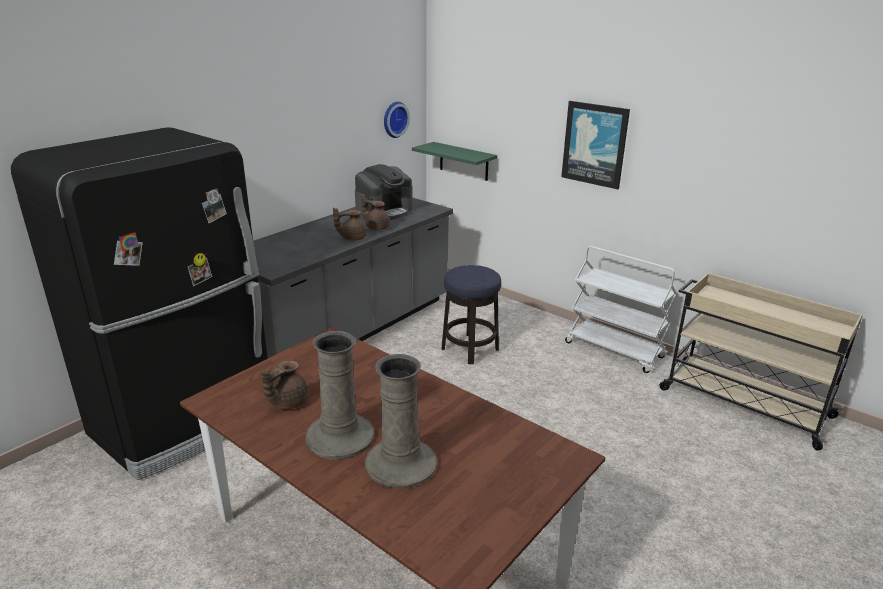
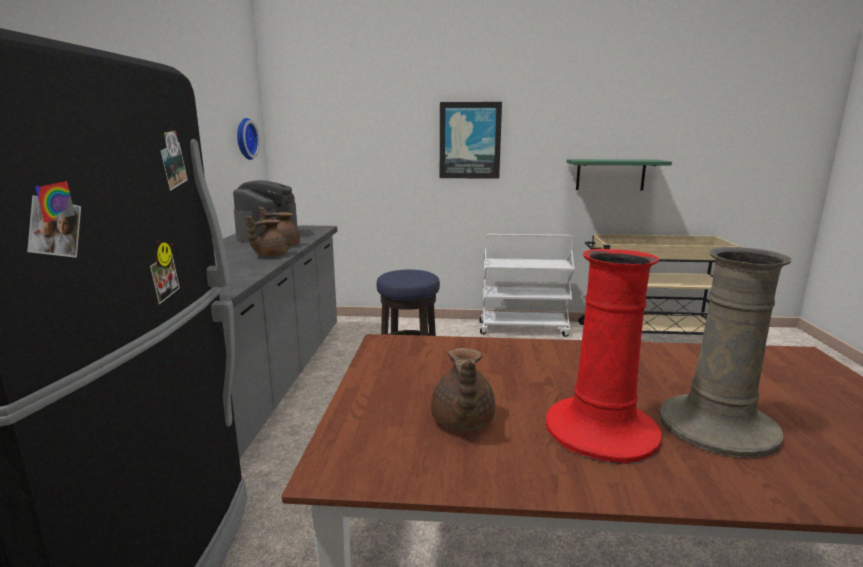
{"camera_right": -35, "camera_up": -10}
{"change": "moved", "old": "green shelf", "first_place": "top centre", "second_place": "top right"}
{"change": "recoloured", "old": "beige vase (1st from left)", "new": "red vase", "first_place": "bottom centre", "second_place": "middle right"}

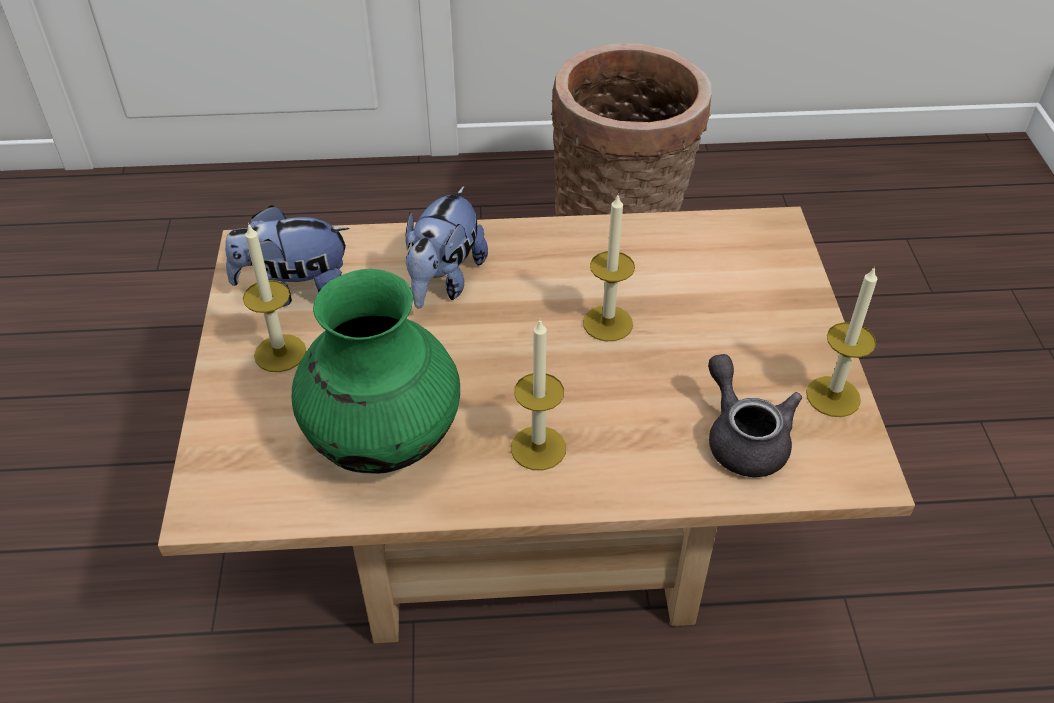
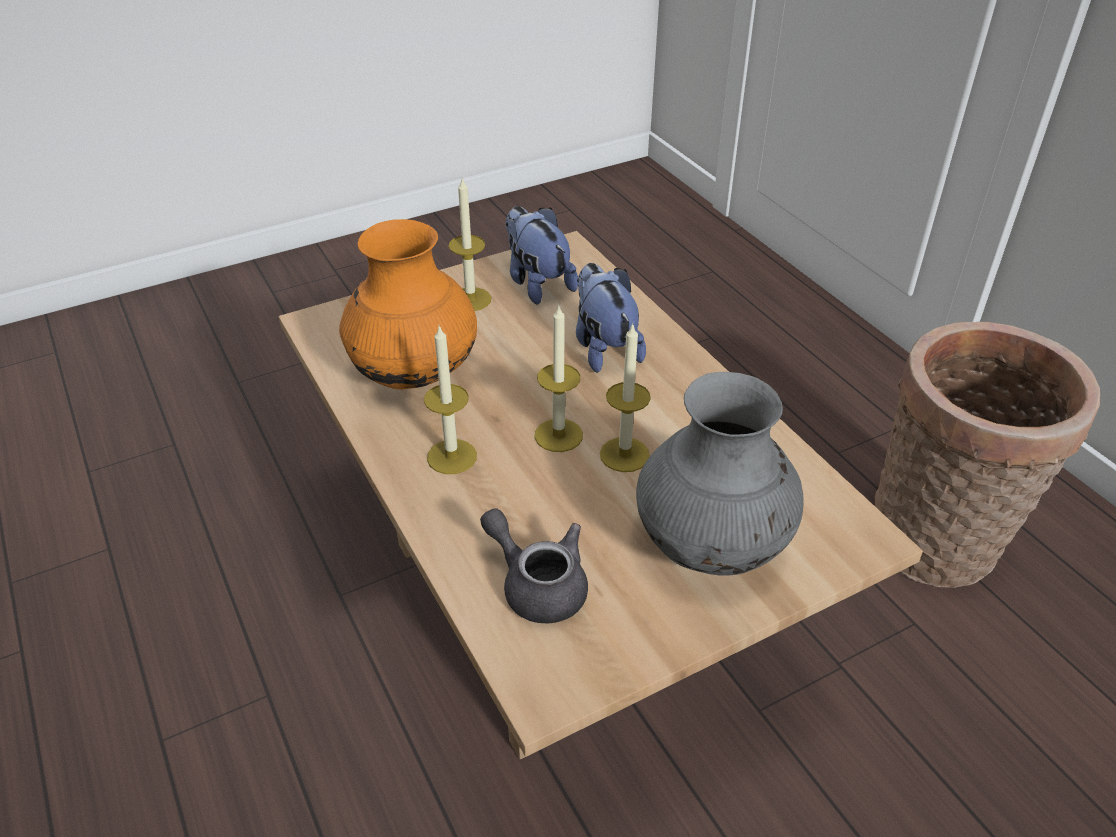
{"camera_right": 65, "camera_up": -5}
{"change": "turned", "old": "plush toy (2nd from left)", "first_place": "centre", "second_place": "centre", "degrees": 75}
{"change": "moved", "old": "candle (4th from left in the first image)", "new": "candle (3rd from left)", "first_place": "middle right", "second_place": "centre"}
{"change": "recoloured", "old": "green vase", "new": "orange vase", "first_place": "centre", "second_place": "centre"}
{"change": "turned", "old": "grey teapot", "first_place": "middle right", "second_place": "bottom centre", "degrees": -90}
{"change": "added", "new": "grey vase", "second_place": "centre"}

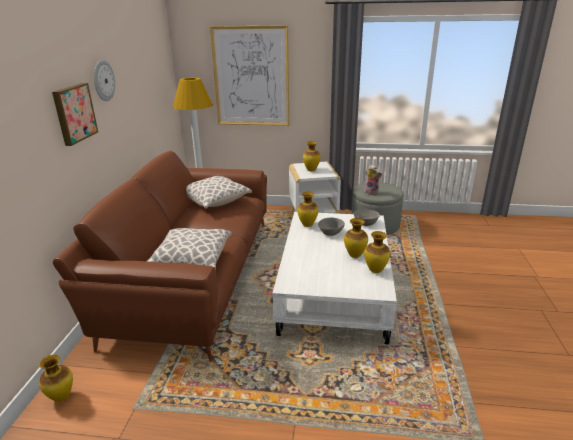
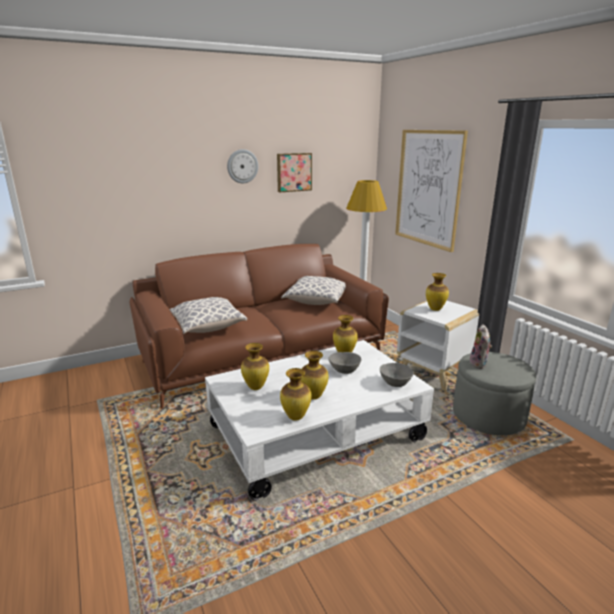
{"camera_right": 55, "camera_up": -5}
{"change": "moved", "old": "picture (1st from left)", "first_place": "top left", "second_place": "top centre"}
{"change": "moved", "old": "vase (1st from left)", "first_place": "bottom left", "second_place": "centre"}

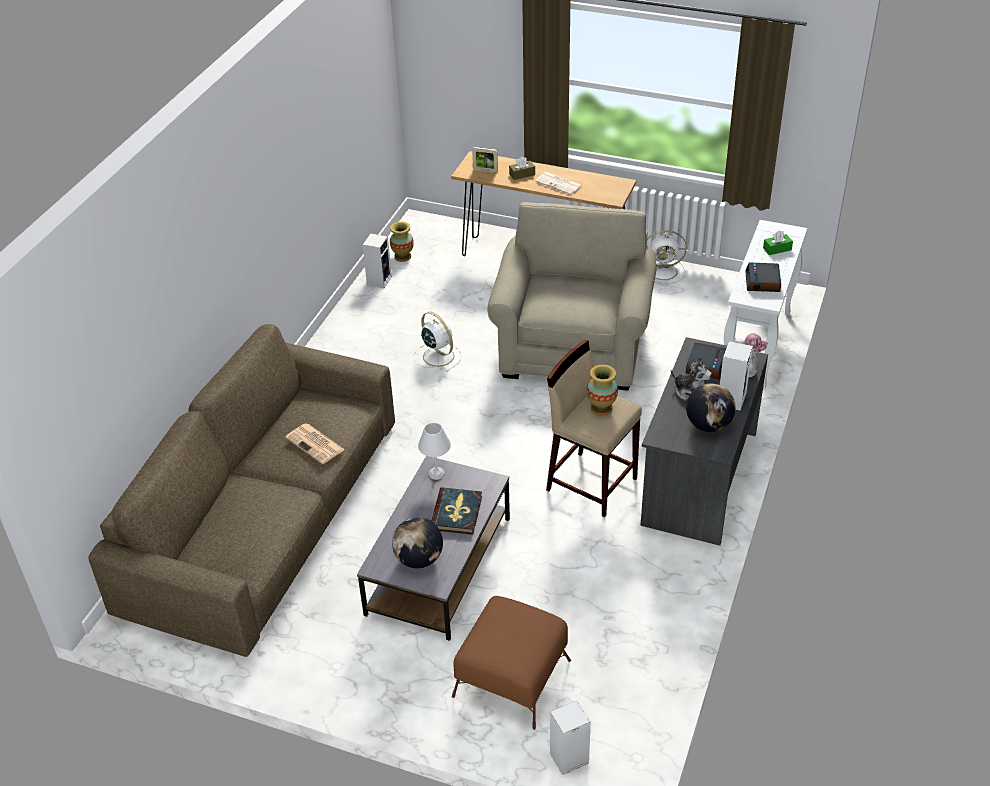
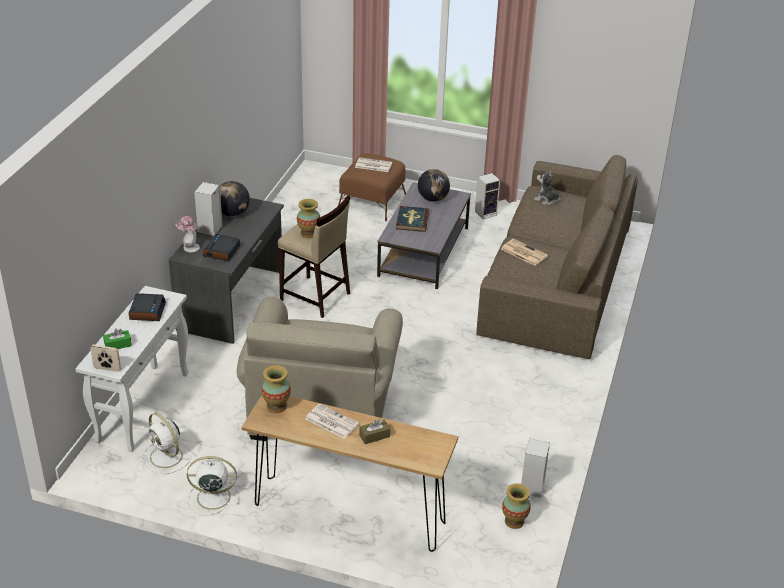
{"camera_right": 175, "camera_up": -5}
{"change": "moved", "old": "picture frame", "first_place": "top centre", "second_place": "middle left"}
{"change": "moved", "old": "white fan (1st from left)", "first_place": "centre", "second_place": "bottom left"}
{"change": "moved", "old": "plush toy", "first_place": "middle right", "second_place": "top right"}
{"change": "removed", "old": "white table lamp", "first_place": "centre"}
{"change": "moved", "old": "speaker (2nd from left)", "first_place": "bottom centre", "second_place": "centre"}
{"change": "added", "new": "newspaper (2nd from left)", "second_place": "top centre"}
{"change": "added", "new": "vase (1st from left)", "second_place": "centre"}

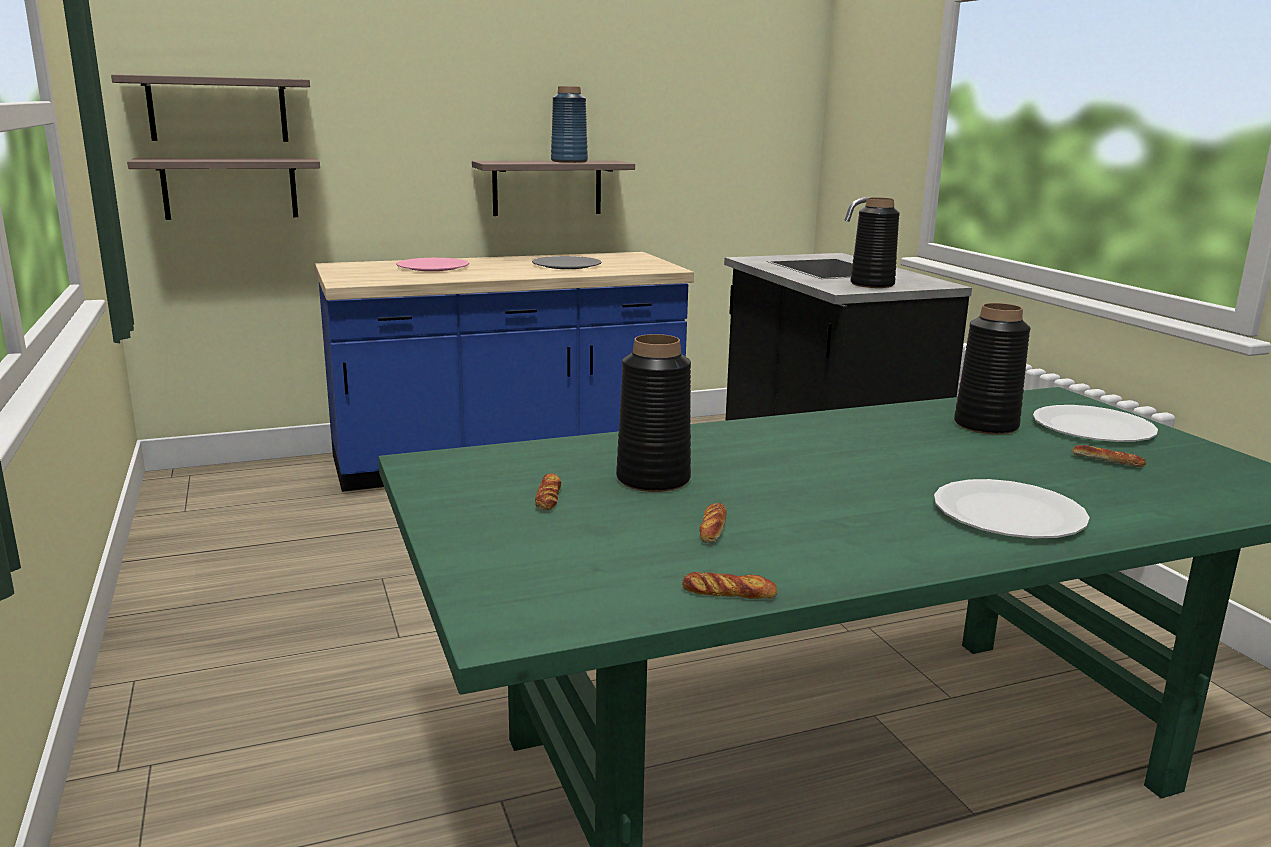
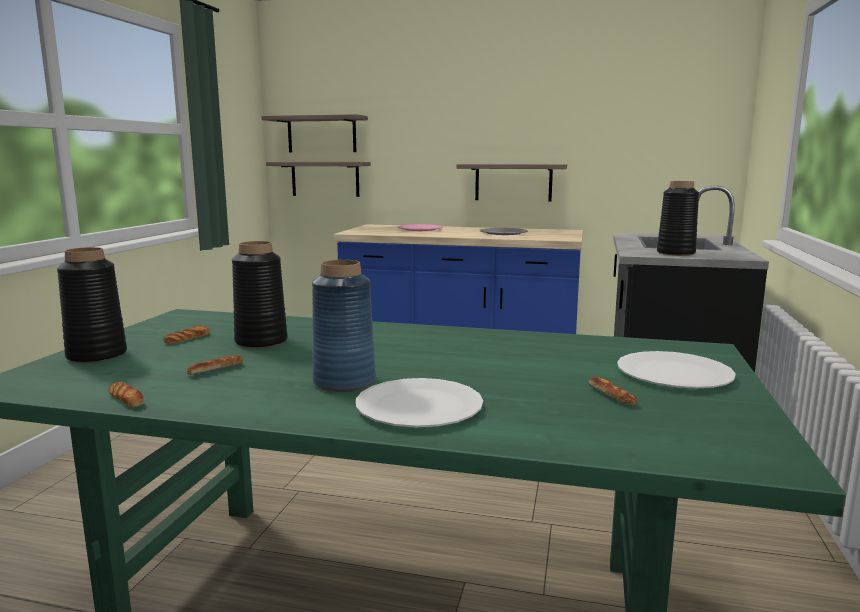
{"camera_right": 35, "camera_up": -5}
{"change": "moved", "old": "blue vase", "first_place": "top centre", "second_place": "centre"}
{"change": "moved", "old": "black vase (3rd from left in the first image)", "new": "black vase (1st from left)", "first_place": "middle right", "second_place": "middle left"}

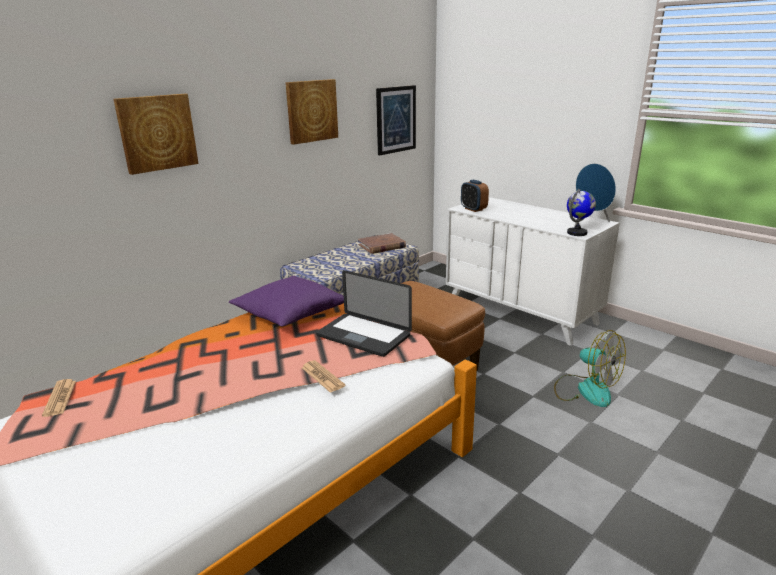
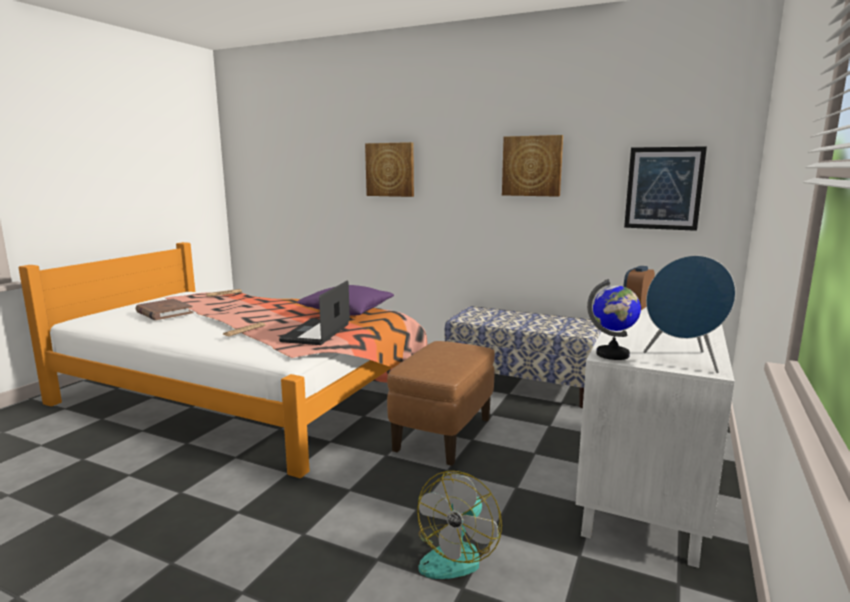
{"camera_right": 70, "camera_up": -10}
{"change": "moved", "old": "brown book", "first_place": "centre", "second_place": "middle left"}

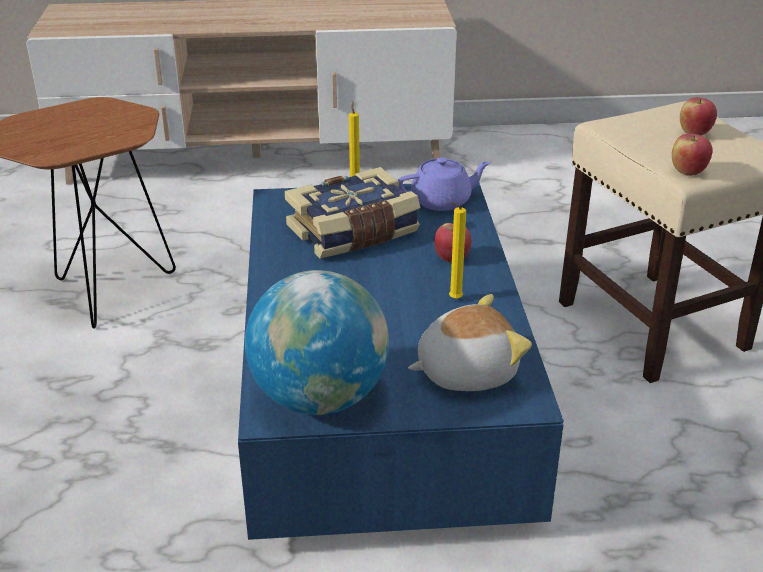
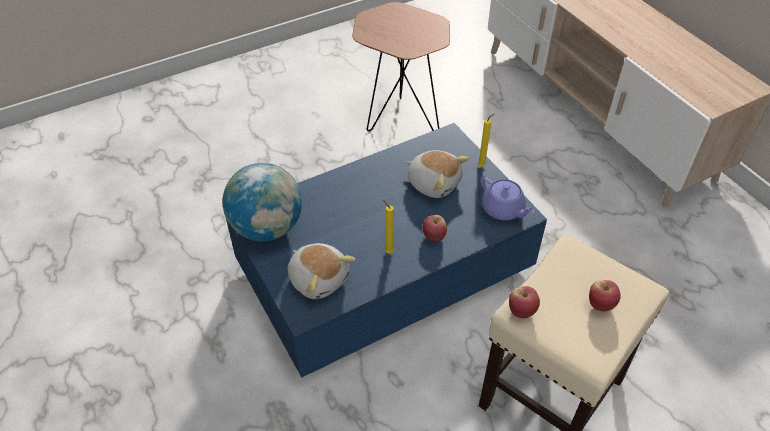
{"camera_right": 65, "camera_up": 15}
{"change": "replaced", "old": "book", "new": "plush toy (2nd from left)", "first_place": "centre", "second_place": "centre"}

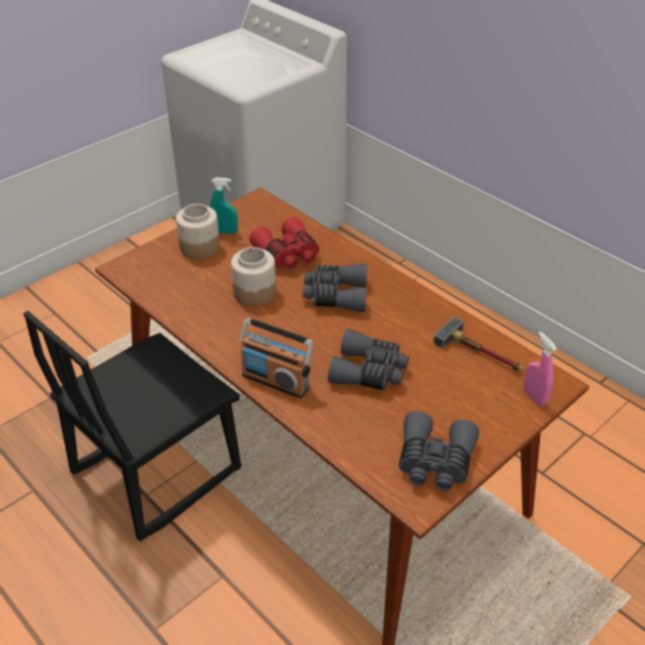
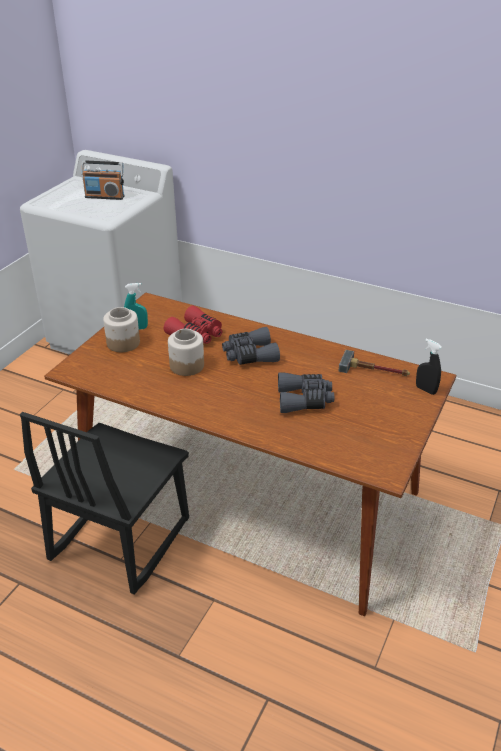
{"camera_right": -20, "camera_up": -5}
{"change": "moved", "old": "radio", "first_place": "centre", "second_place": "top left"}
{"change": "recoloured", "old": "pink spray bottle", "new": "black spray bottle", "first_place": "middle right", "second_place": "middle right"}
{"change": "removed", "old": "grey binoculars (3rd from left)", "first_place": "bottom right"}

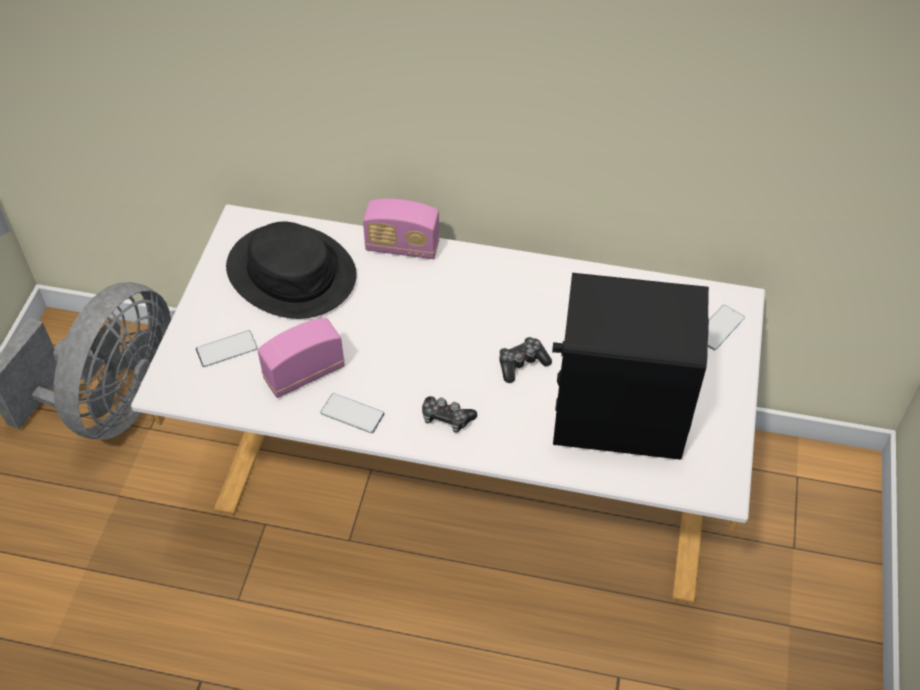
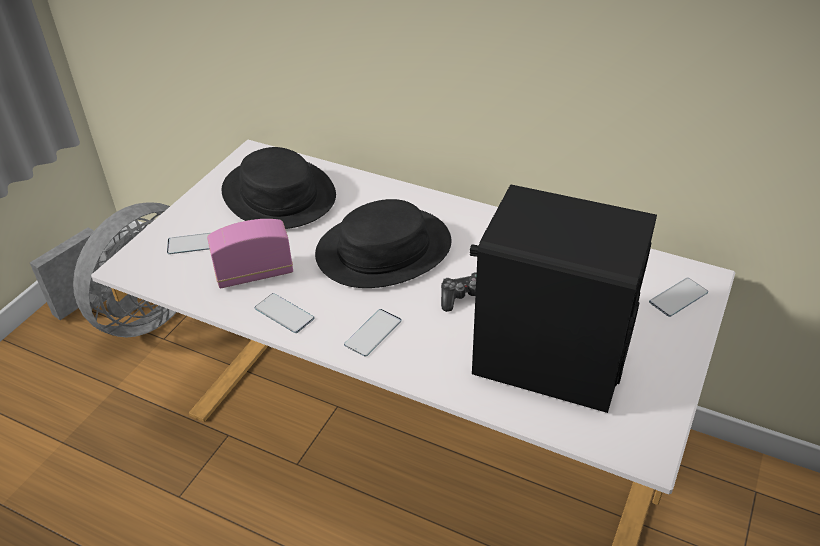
{"camera_right": 15, "camera_up": -10}
{"change": "removed", "old": "radio (2nd from left)", "first_place": "top centre"}
{"change": "replaced", "old": "game controller (1st from left)", "new": "phone (3rd from left)", "first_place": "centre", "second_place": "centre"}
{"change": "added", "new": "black hat (2nd from left)", "second_place": "centre"}

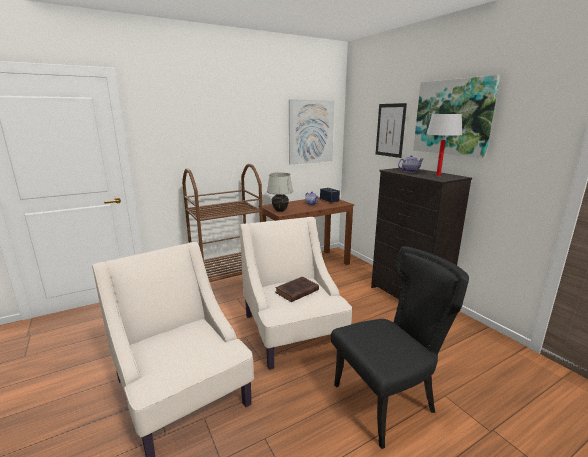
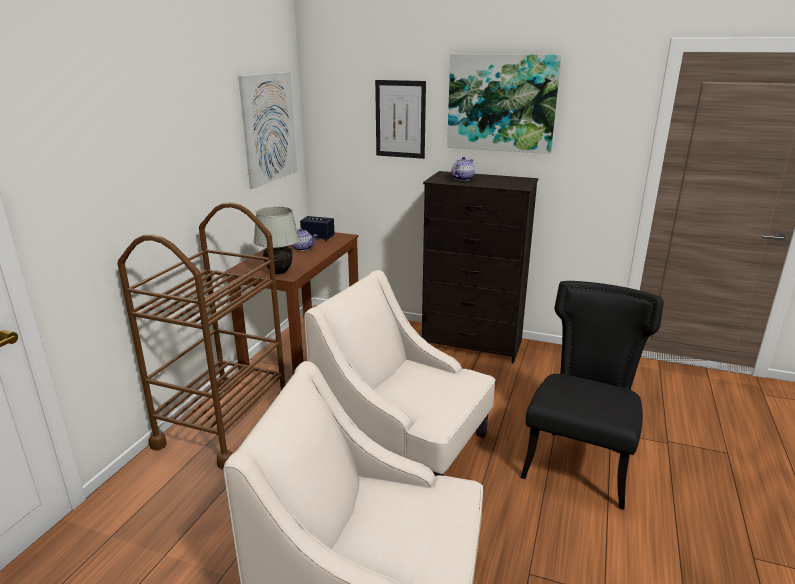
{"camera_right": -40, "camera_up": 5}
{"change": "removed", "old": "white table lamp (2nd from left)", "first_place": "top right"}
{"change": "removed", "old": "brown book", "first_place": "centre"}

